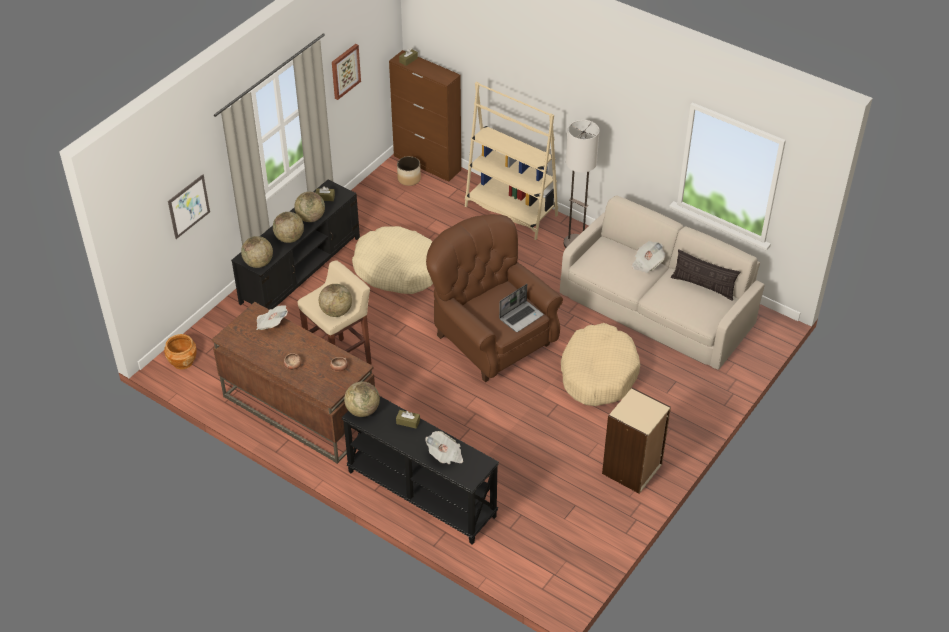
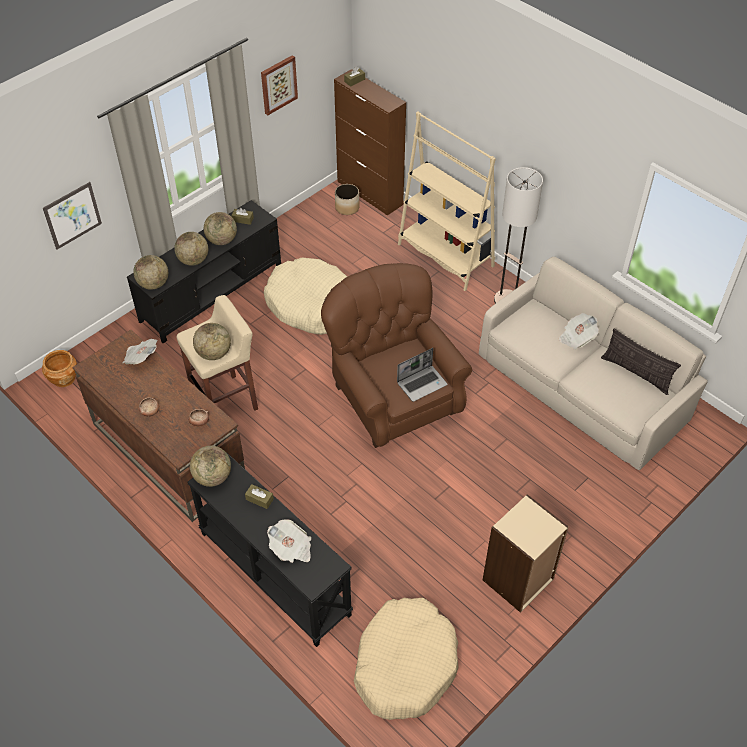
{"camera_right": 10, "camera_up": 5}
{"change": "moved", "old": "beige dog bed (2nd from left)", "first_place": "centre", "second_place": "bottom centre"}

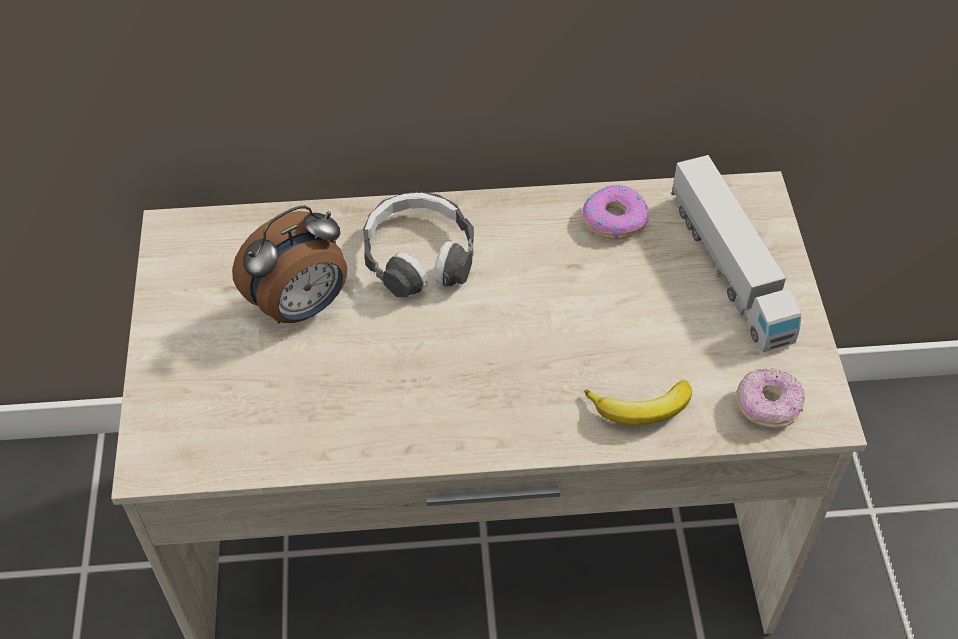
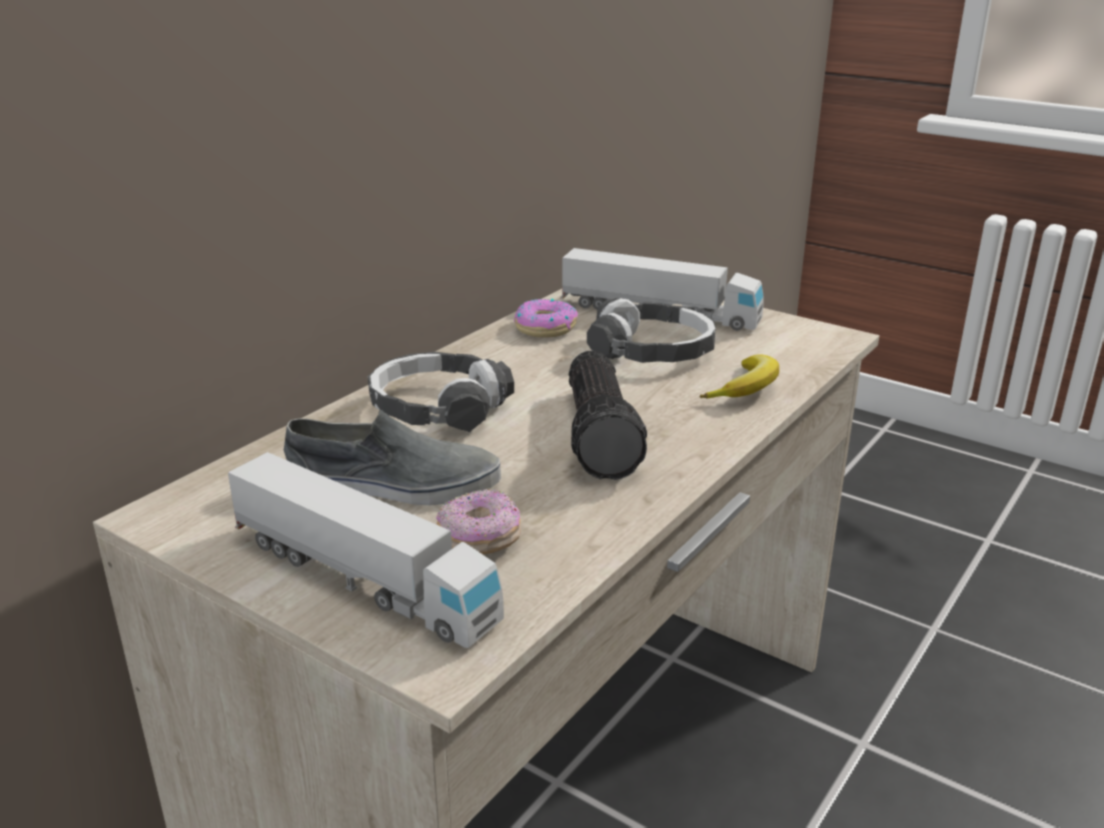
{"camera_right": -50, "camera_up": -25}
{"change": "replaced", "old": "alarm clock", "new": "grey shoe", "first_place": "middle left", "second_place": "centre"}
{"change": "moved", "old": "donut (2nd from left in the first image)", "new": "donut (1st from left)", "first_place": "middle right", "second_place": "centre"}
{"change": "added", "new": "headphones (2nd from left)", "second_place": "centre"}
{"change": "added", "new": "flashlight", "second_place": "centre"}
{"change": "added", "new": "toy truck (1st from left)", "second_place": "middle left"}

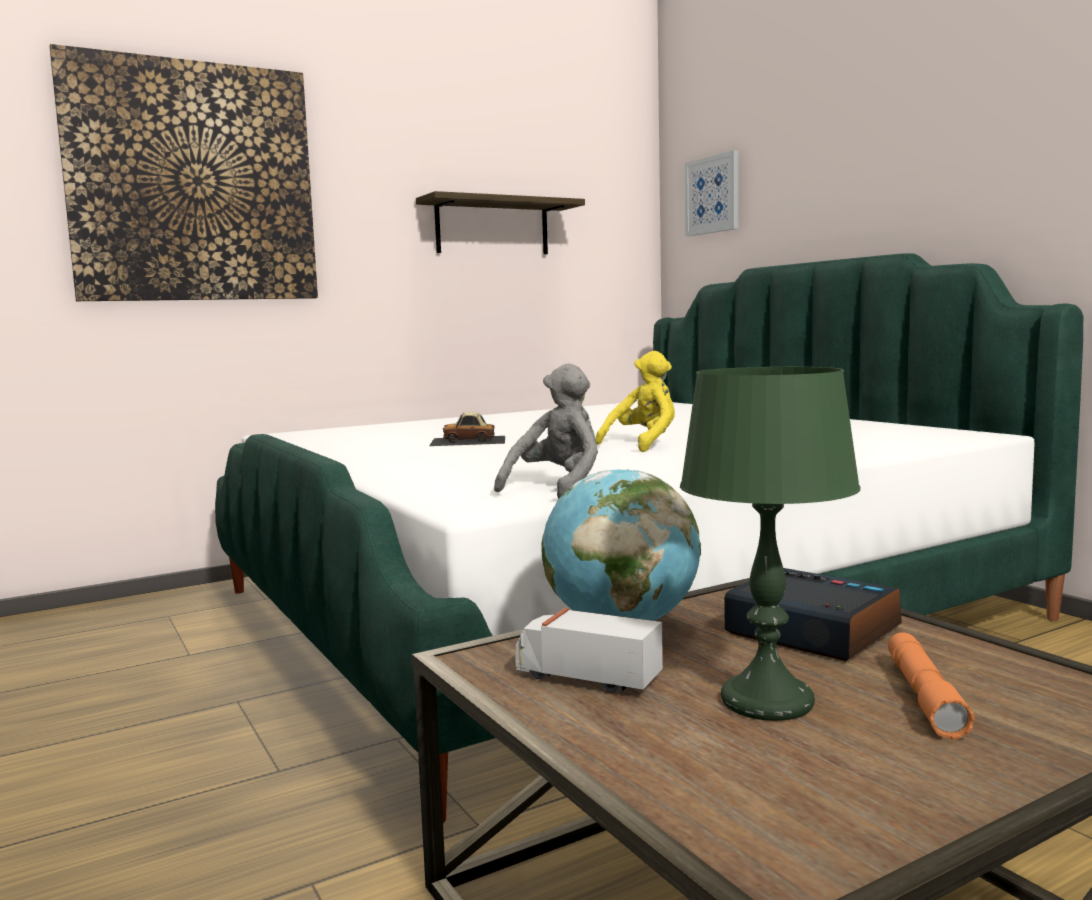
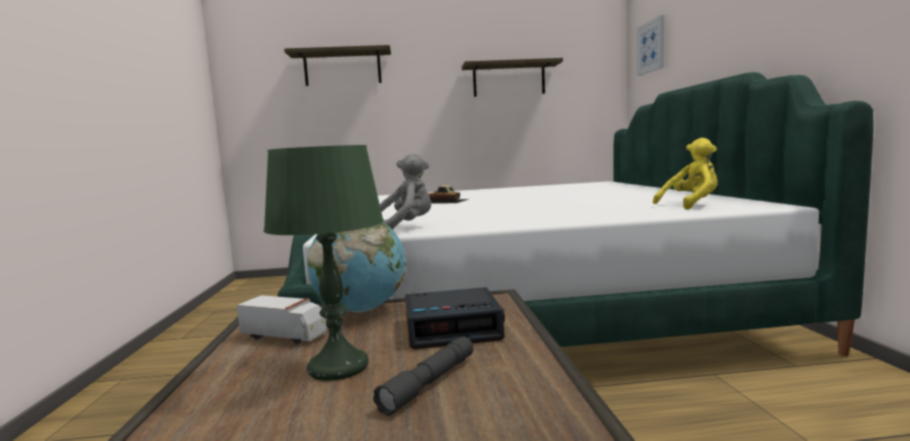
{"camera_right": 25, "camera_up": 0}
{"change": "replaced", "old": "picture (1st from left)", "new": "shelf (1st from left)", "first_place": "top left", "second_place": "top centre"}
{"change": "moved", "old": "yellow plush toy", "first_place": "centre", "second_place": "middle right"}
{"change": "turned", "old": "alarm clock", "first_place": "bottom right", "second_place": "bottom centre", "degrees": 105}
{"change": "turned", "old": "toy truck", "first_place": "bottom centre", "second_place": "bottom left", "degrees": 150}
{"change": "recoloured", "old": "orange flashlight", "new": "grey flashlight", "first_place": "bottom right", "second_place": "bottom centre"}

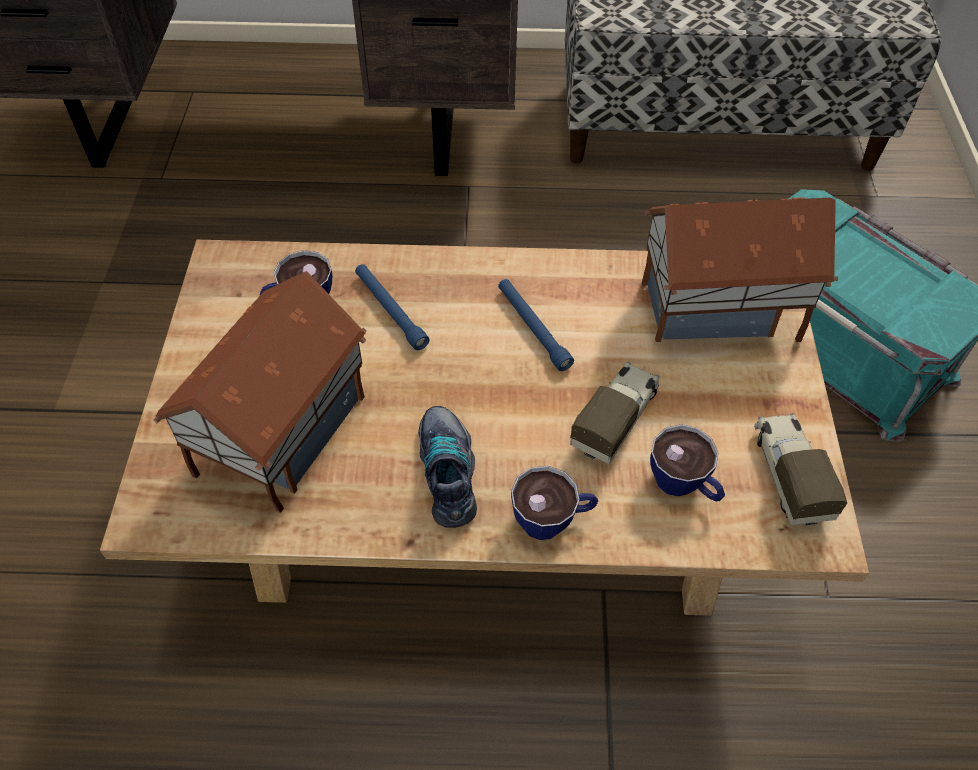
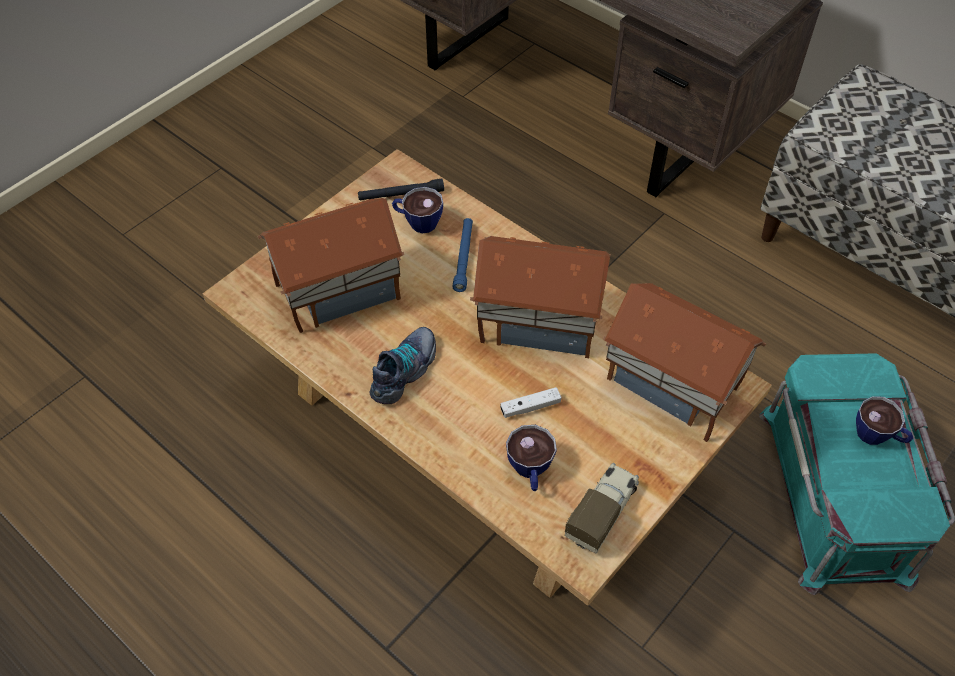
{"camera_right": 40, "camera_up": 0}
{"change": "replaced", "old": "blue flashlight (2nd from left)", "new": "toy house (2nd from left)", "first_place": "centre", "second_place": "centre"}
{"change": "replaced", "old": "toy truck (1st from left)", "new": "white game controller", "first_place": "centre", "second_place": "centre"}
{"change": "moved", "old": "cup (2nd from left in the first image)", "new": "cup (3rd from left)", "first_place": "centre", "second_place": "middle right"}
{"change": "added", "new": "black flashlight", "second_place": "top centre"}

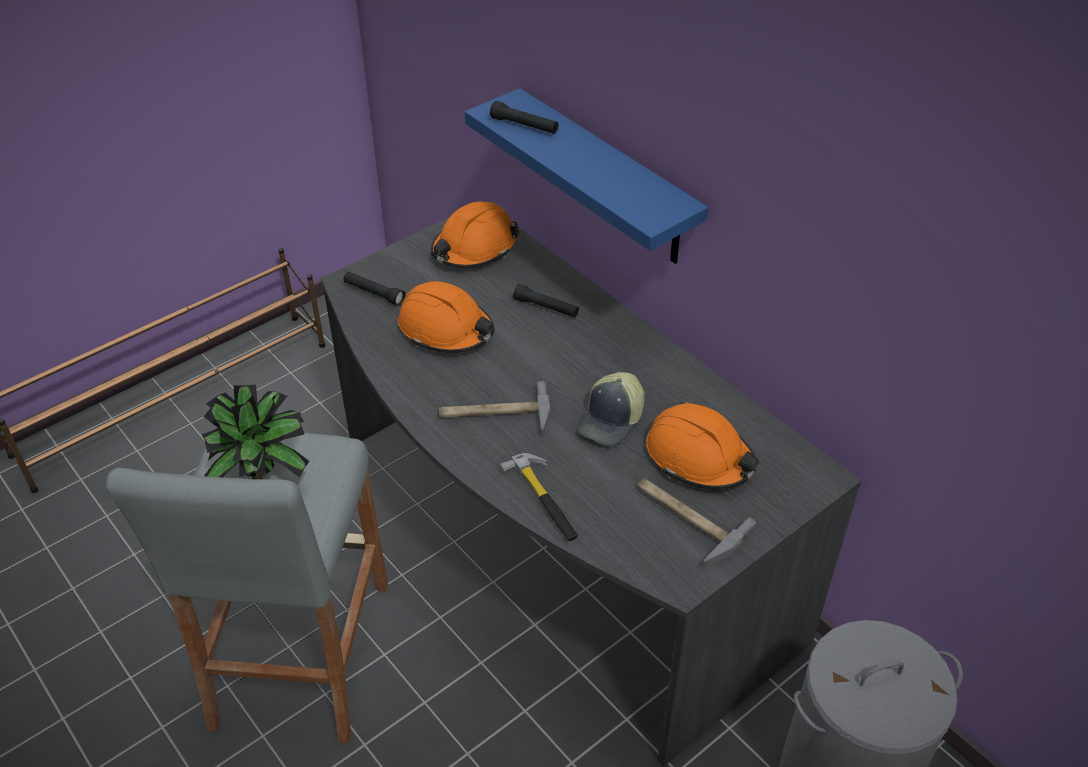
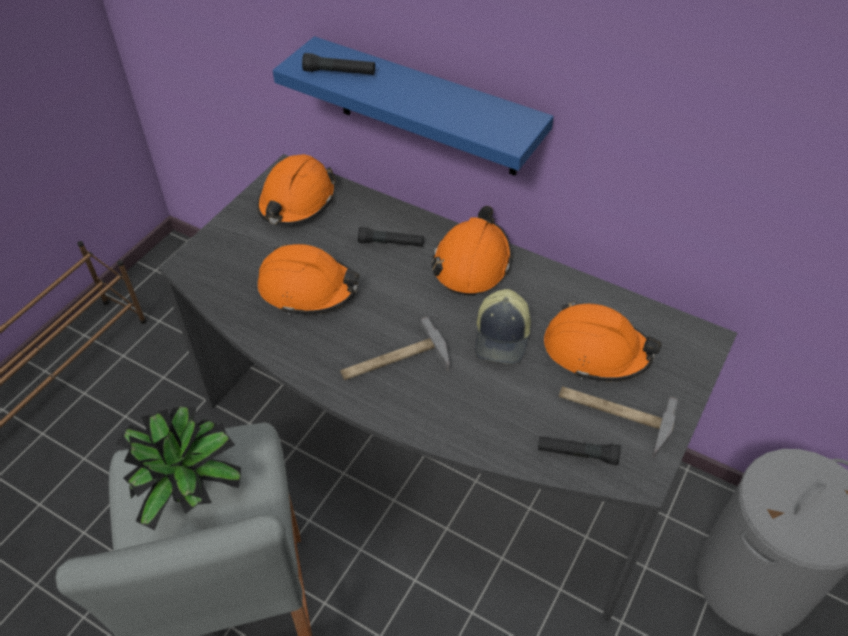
{"camera_right": -20, "camera_up": 5}
{"change": "moved", "old": "black flashlight (1st from left in the first image)", "new": "black flashlight (3rd from left)", "first_place": "centre", "second_place": "bottom right"}
{"change": "removed", "old": "hammer (2nd from left)", "first_place": "centre"}
{"change": "added", "new": "orange hard hat (3rd from left)", "second_place": "centre"}

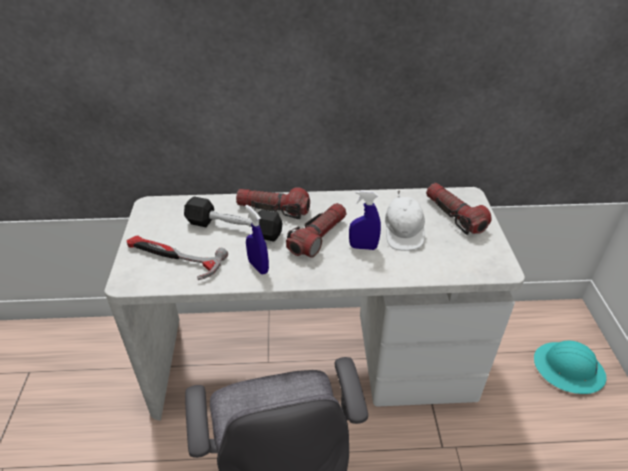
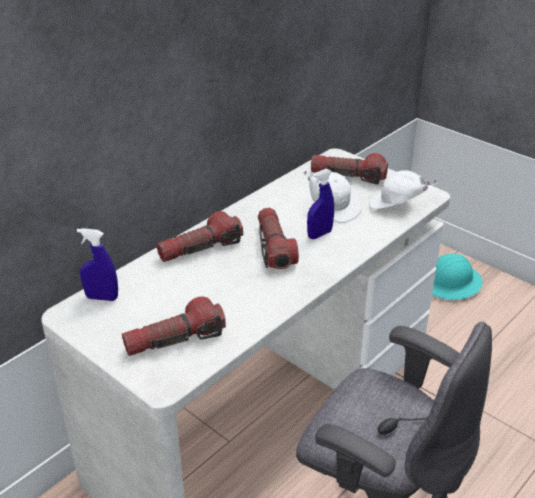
{"camera_right": -45, "camera_up": -5}
{"change": "removed", "old": "black dumbbell", "first_place": "centre"}
{"change": "moved", "old": "blue spray bottle (1st from left)", "first_place": "centre", "second_place": "middle left"}
{"change": "replaced", "old": "hammer", "new": "flashlight (1st from left)", "first_place": "middle left", "second_place": "middle left"}
{"change": "added", "new": "white cap (2nd from left)", "second_place": "middle right"}

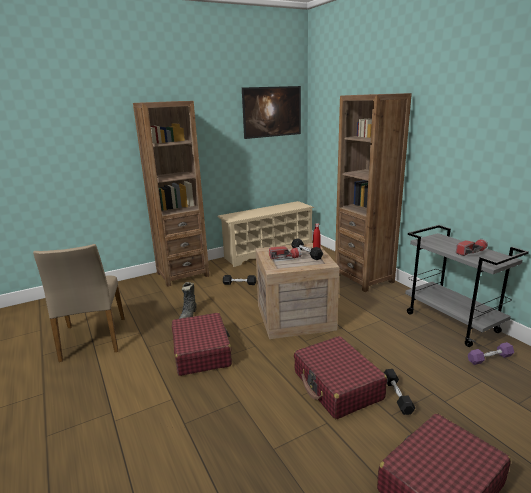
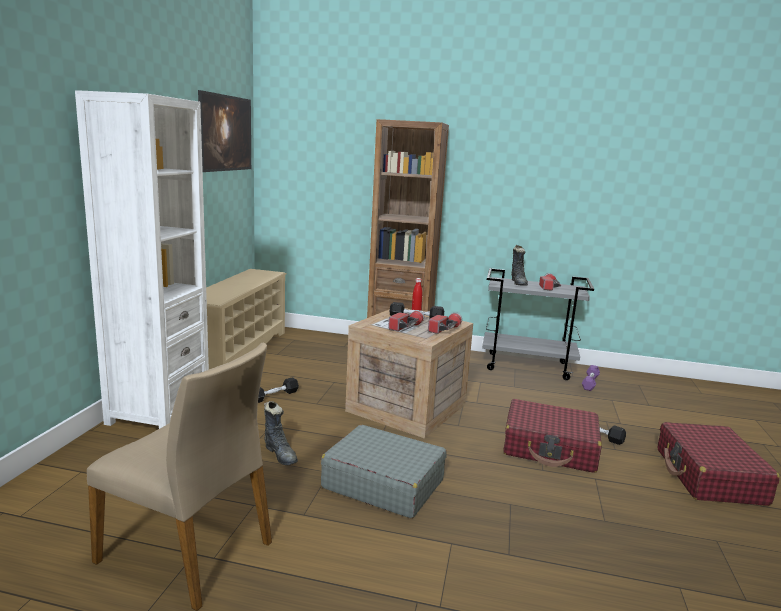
{"camera_right": -50, "camera_up": -5}
{"change": "recoloured", "old": "brown bookcase (1st from left)", "new": "white bookcase", "first_place": "middle left", "second_place": "middle left"}
{"change": "recoloured", "old": "red suitcase (1st from left)", "new": "grey suitcase", "first_place": "bottom centre", "second_place": "bottom centre"}
{"change": "added", "new": "black boot (2nd from left)", "second_place": "centre"}
{"change": "added", "new": "flashlight (2nd from left)", "second_place": "centre"}

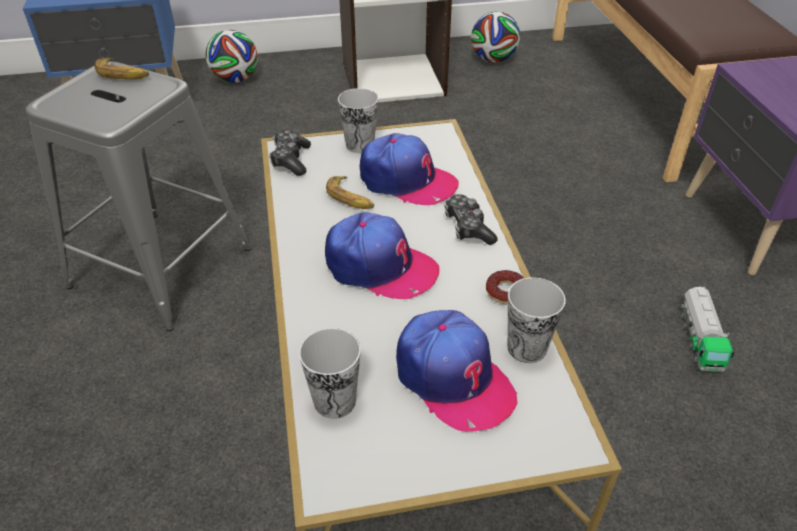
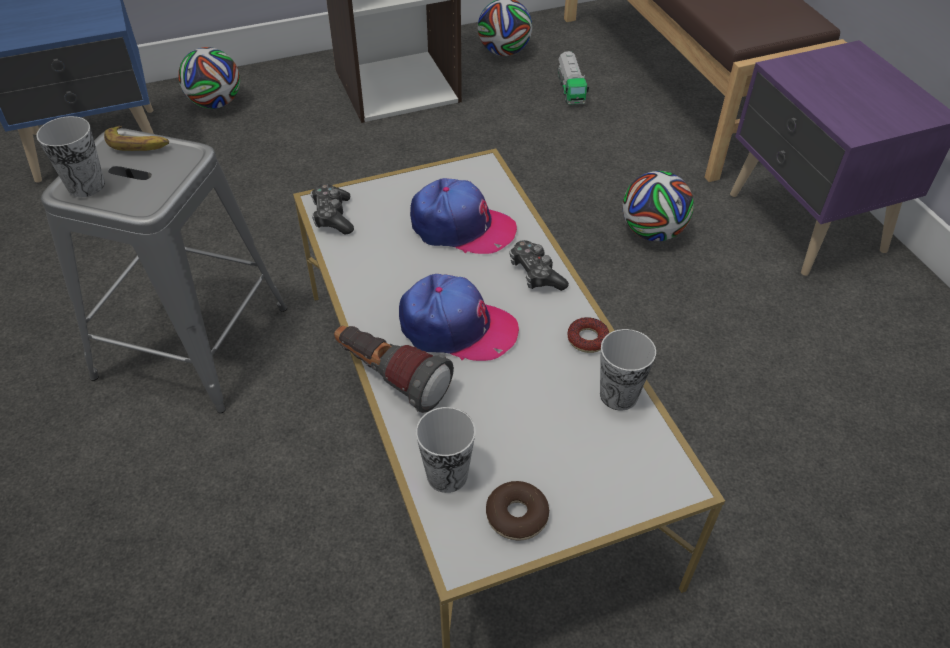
{"camera_right": -10, "camera_up": 5}
{"change": "moved", "old": "cup (2nd from left in the first image)", "new": "cup (1st from left)", "first_place": "top centre", "second_place": "top left"}
{"change": "removed", "old": "banana (2nd from left)", "first_place": "centre"}
{"change": "moved", "old": "toy truck", "first_place": "middle right", "second_place": "top centre"}
{"change": "removed", "old": "cap (3rd from left)", "first_place": "bottom centre"}
{"change": "added", "new": "football (3rd from left)", "second_place": "top right"}
{"change": "added", "new": "flashlight", "second_place": "centre"}
{"change": "added", "new": "donut (1st from left)", "second_place": "bottom centre"}

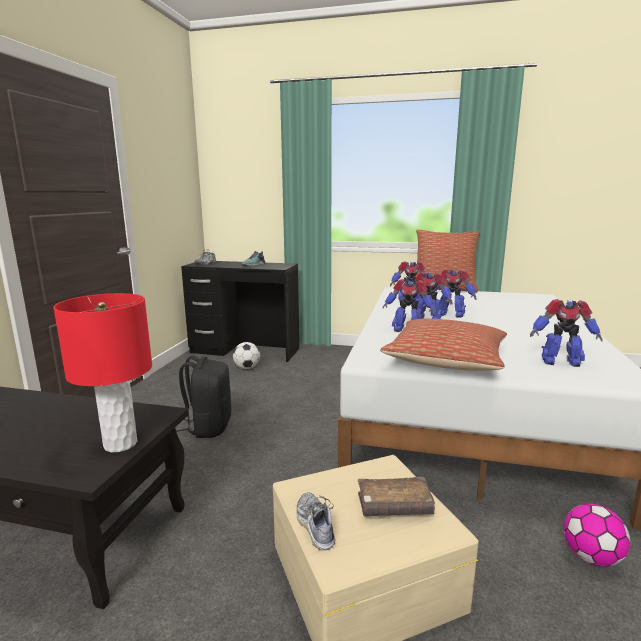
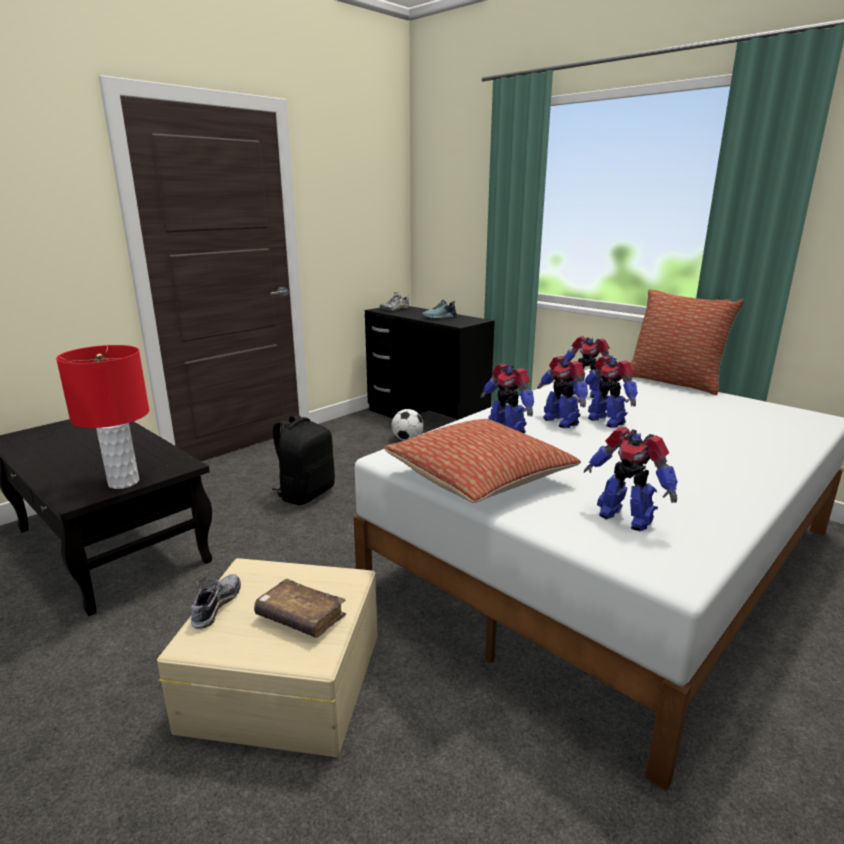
{"camera_right": 30, "camera_up": 5}
{"change": "removed", "old": "football (2nd from left)", "first_place": "bottom right"}

